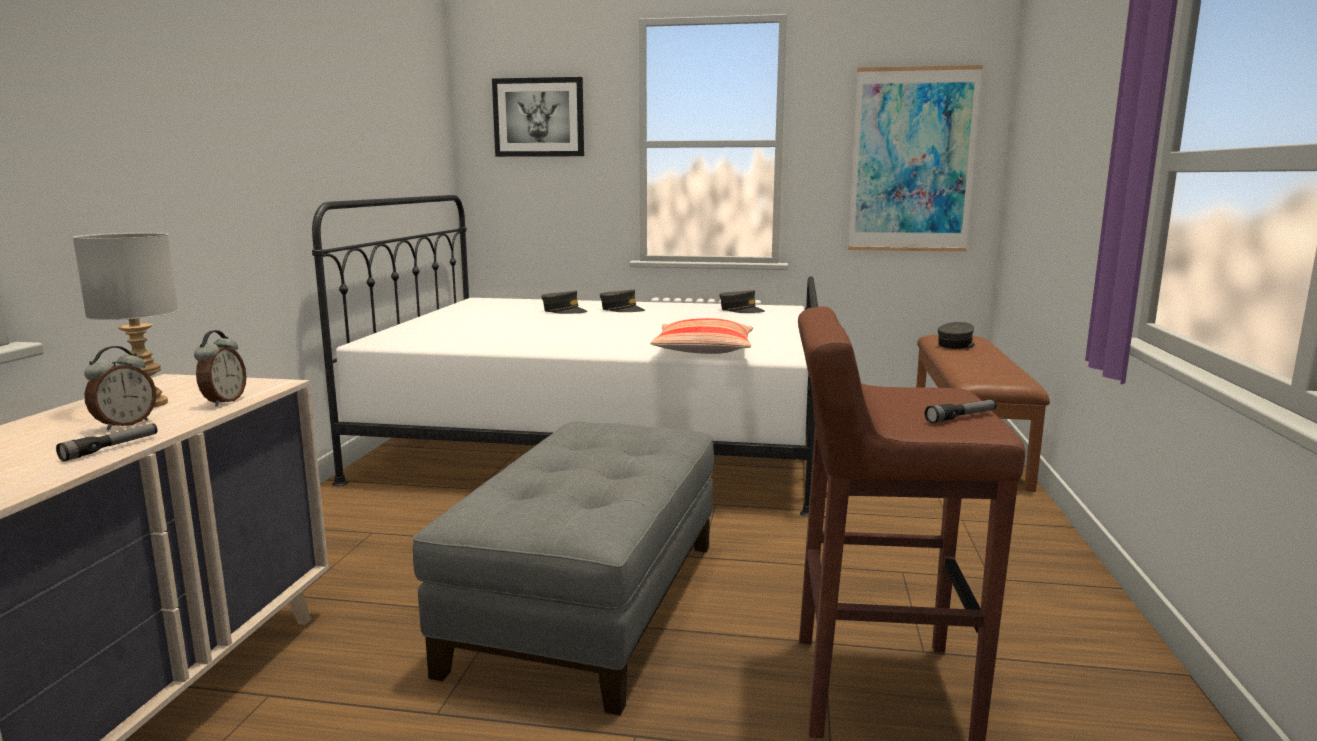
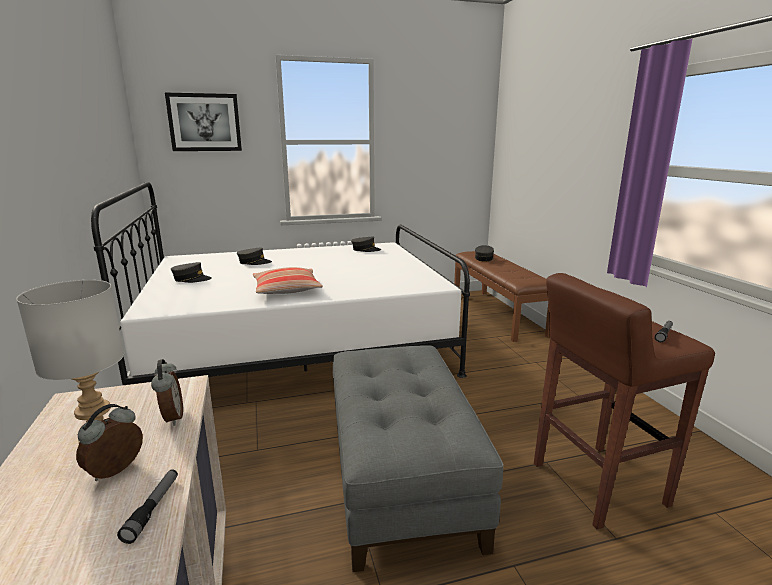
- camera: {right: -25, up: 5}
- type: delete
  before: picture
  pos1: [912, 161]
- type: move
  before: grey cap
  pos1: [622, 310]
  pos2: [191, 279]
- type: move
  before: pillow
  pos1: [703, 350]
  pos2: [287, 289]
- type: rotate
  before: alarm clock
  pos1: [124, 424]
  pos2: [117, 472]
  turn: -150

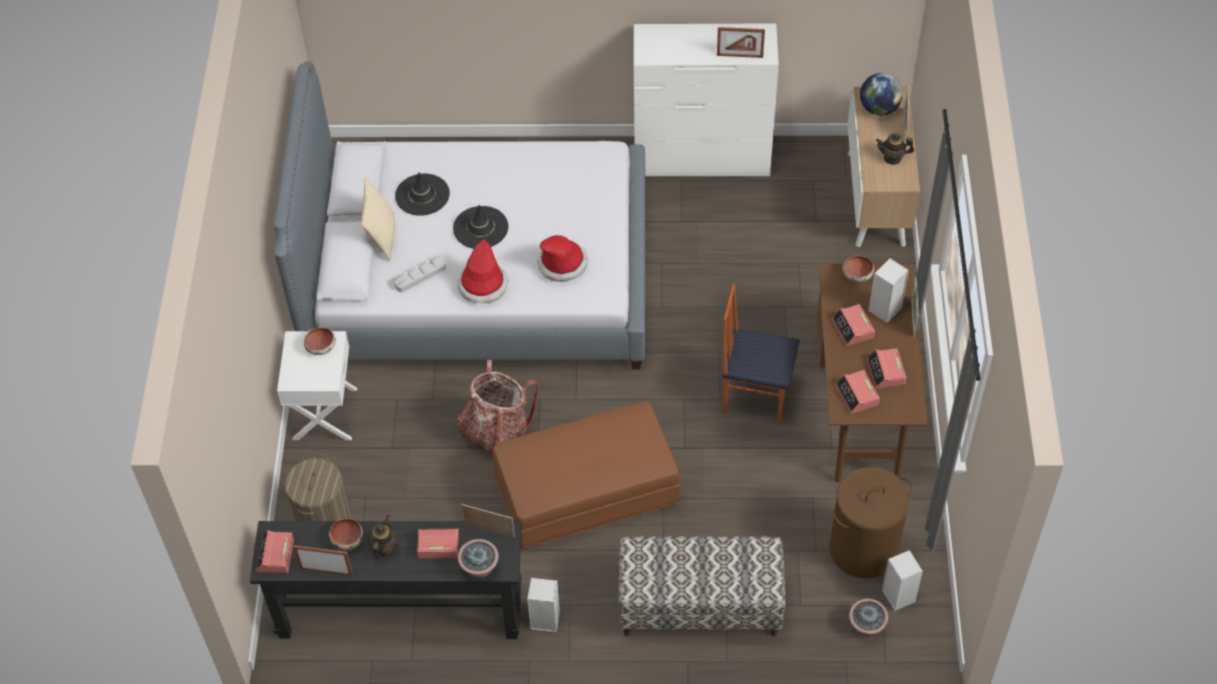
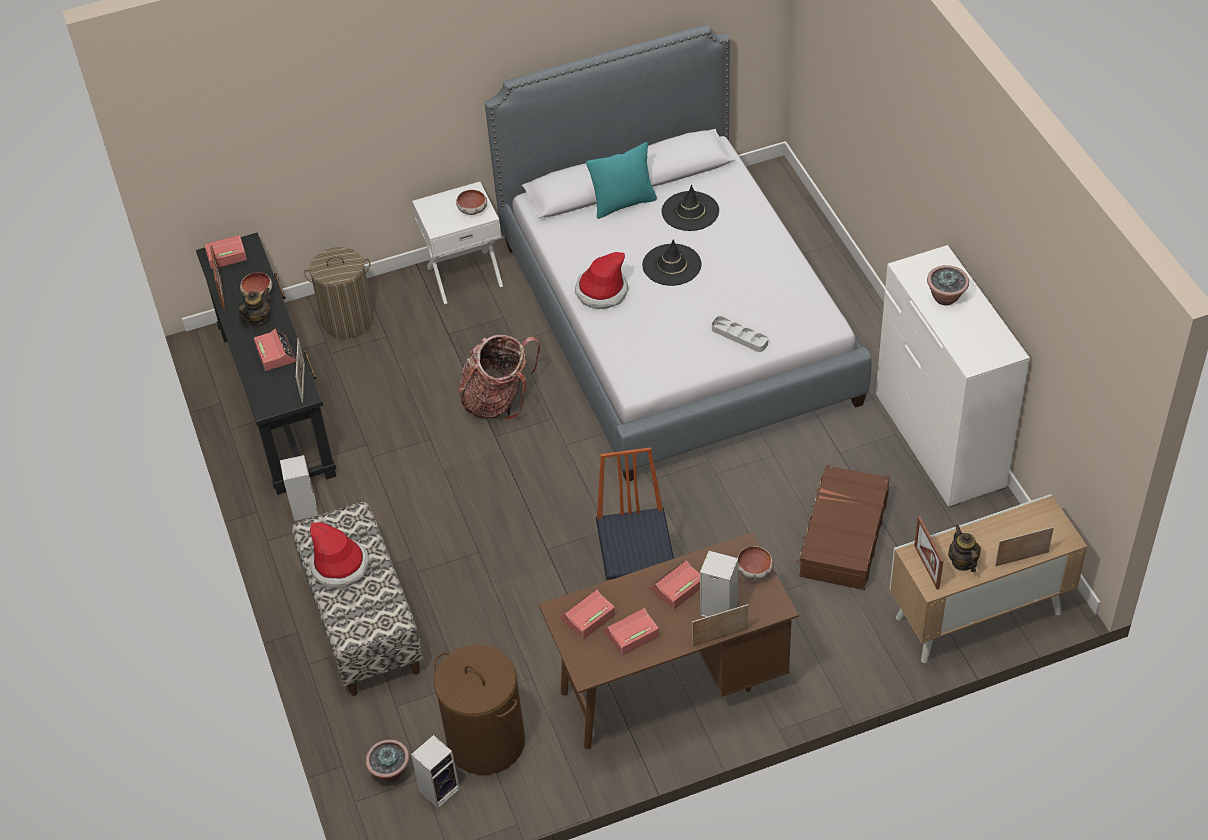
- camera: {right: 70, up: -5}
- type: delete
  before: brown ottoman
  pos1: [586, 492]
- type: delete
  before: globe
  pos1: [879, 108]
- type: insert
  after: brown suitcase
  pos2: [843, 536]
- type: move
  before: grey tray
  pos1: [420, 276]
  pos2: [739, 336]
- type: move
  before: potted plant
  pos1: [479, 568]
  pos2: [946, 297]
- type: move
  before: hat
  pos1: [562, 263]
  pos2: [340, 566]
- type: move
  before: picture frame
  pos1: [739, 56]
  pos2: [926, 567]
- type: recolor
  before: beige pillow
  after: turquoise pillow
  pos1: [382, 237]
  pos2: [623, 203]
- type: rotate
  before: teapot
  pos1: [384, 548]
  pos2: [258, 320]
  turn: -45

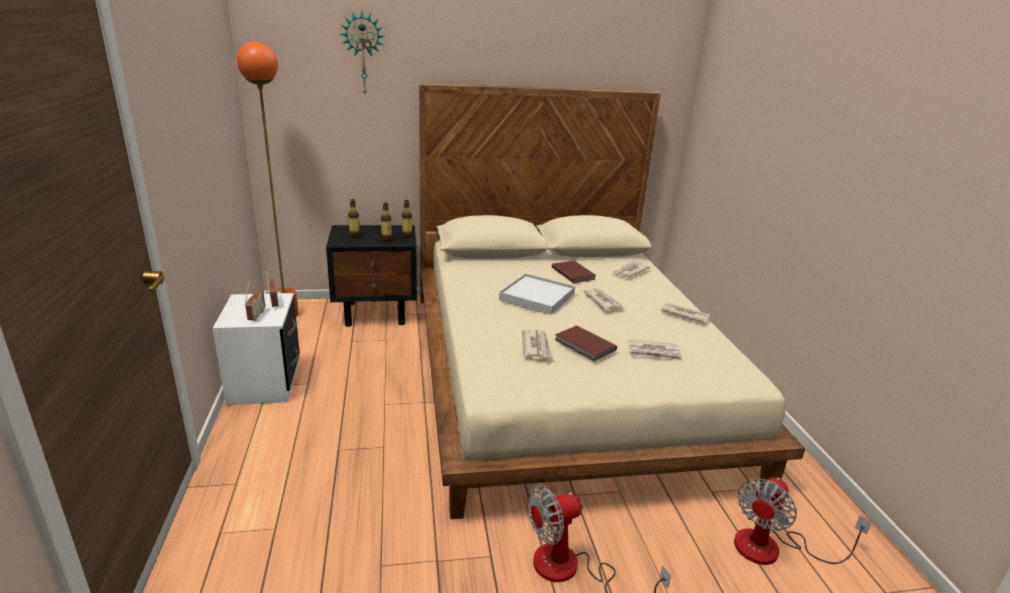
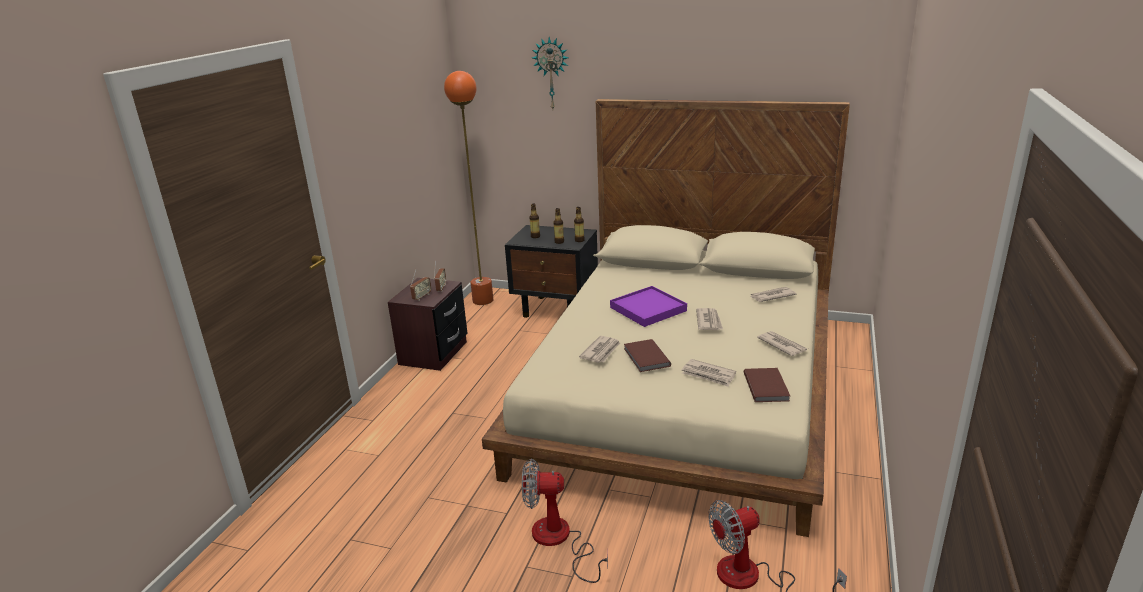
- camera: {right: 30, up: 0}
- type: move
  before: brown book
  pos1: [573, 273]
  pos2: [767, 386]
- type: recolor
  before: white nightstand
  after: brown nightstand
  pos1: [265, 383]
  pos2: [433, 353]
- type: recolor
  before: white tray
  after: purple tray
  pos1: [537, 297]
  pos2: [648, 309]

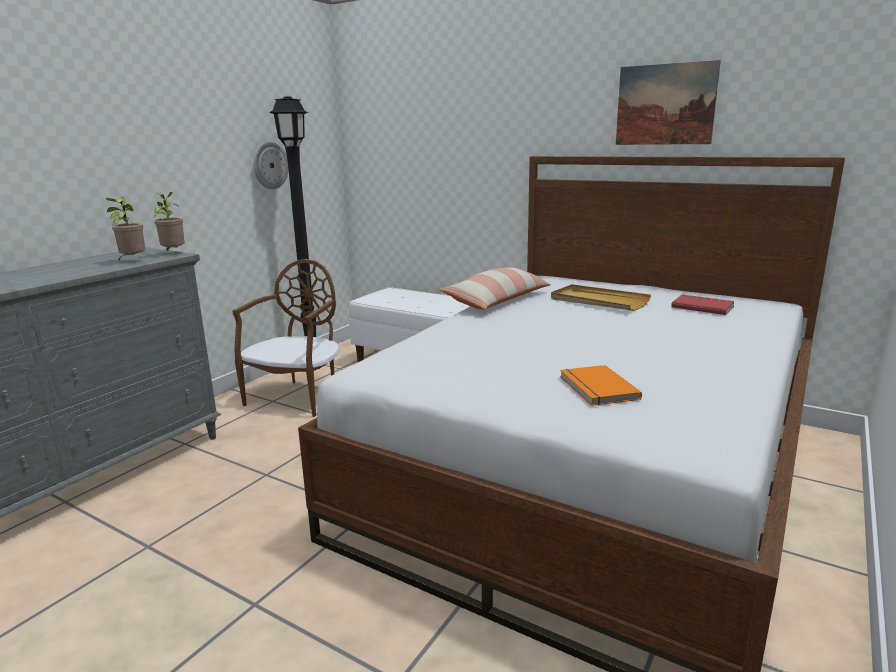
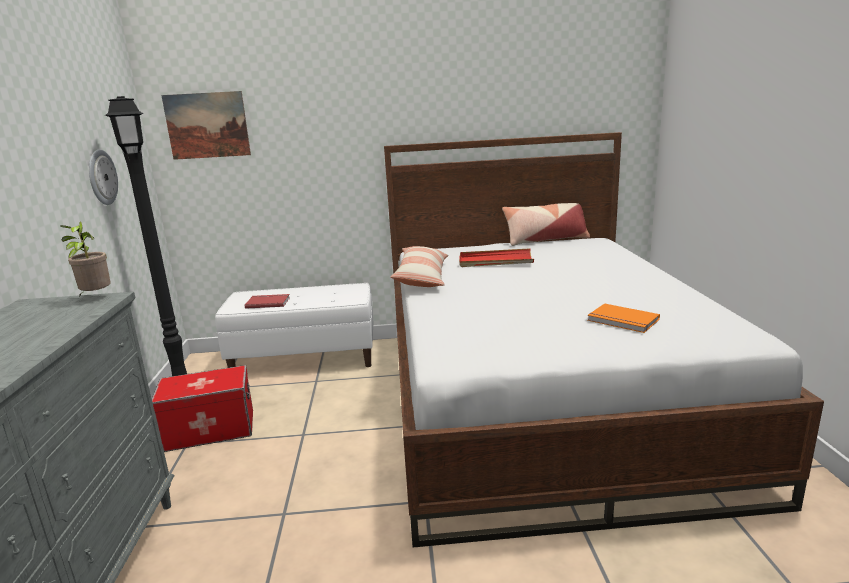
- camera: {right: -35, up: 0}
- type: delete
  before: potted plant
  pos1: [132, 261]
- type: insert
  after: pillow
  pos2: [546, 240]
- type: move
  before: picture
  pos1: [665, 104]
  pos2: [207, 125]
- type: move
  before: red book
  pos1: [702, 306]
  pos2: [268, 302]
- type: replace
  before: brown chair
  after: storage box
  pos1: [298, 397]
  pos2: [210, 430]
- type: recolor
  before: beige tray
  after: red tray
  pos1: [598, 301]
  pos2: [495, 261]

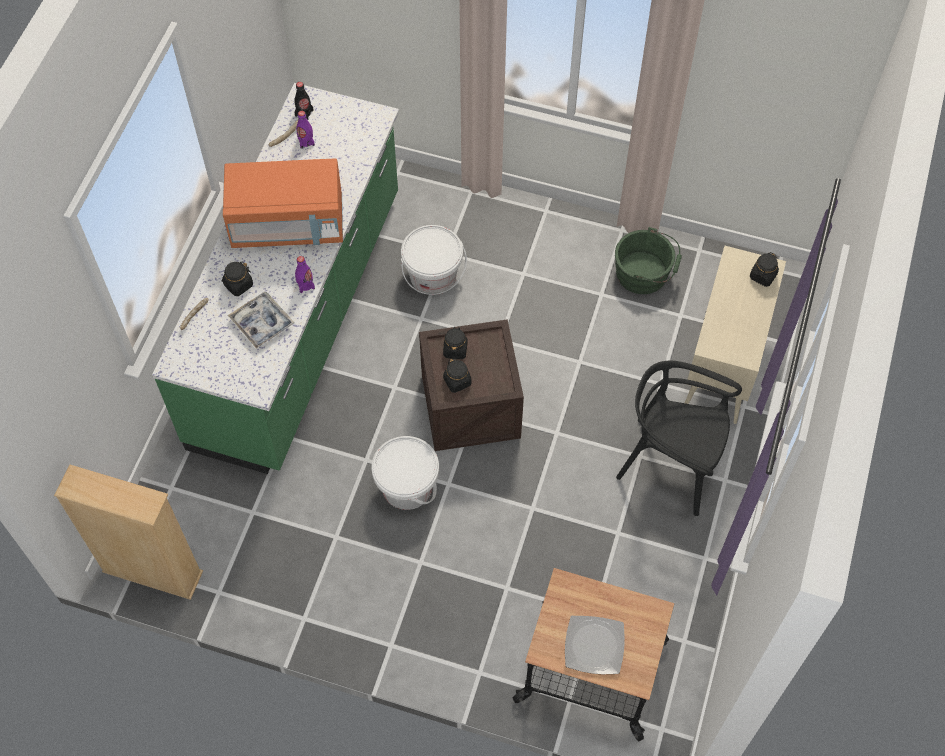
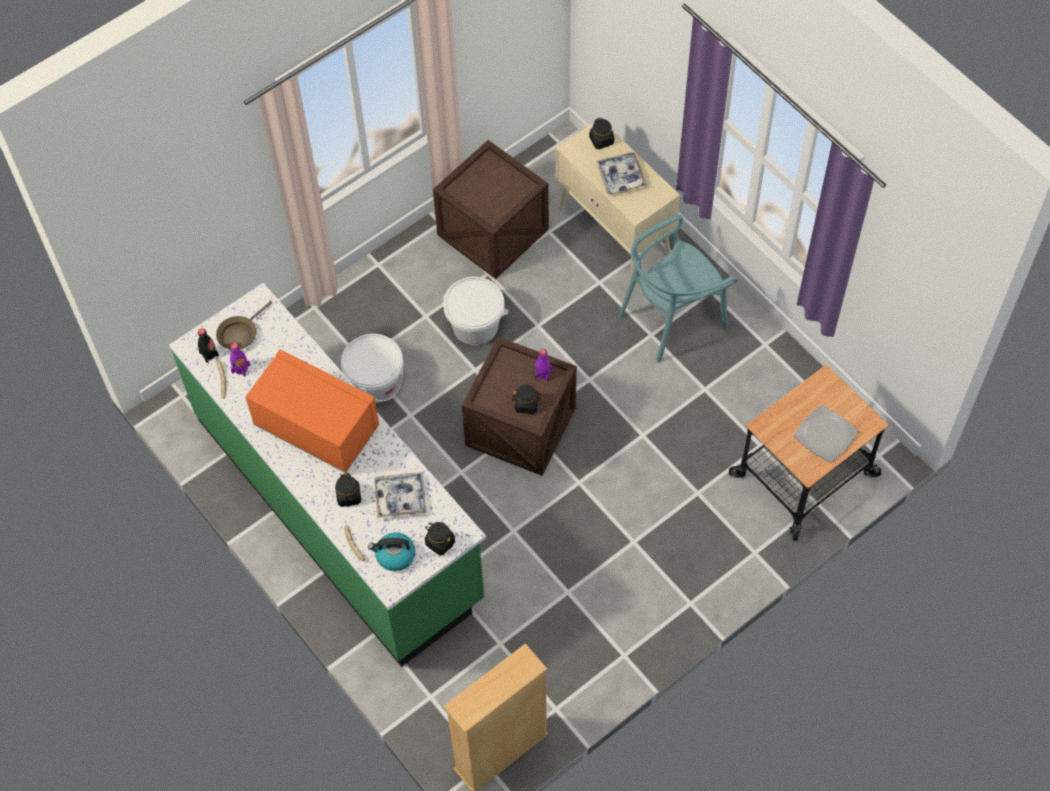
- camera: {right: -55, up: 0}
- type: insert
  after: brown frying pan
  pos2: [240, 334]
- type: insert
  after: kettle
  pos2: [394, 555]
- type: insert
  after: tray
  pos2: [621, 177]
- type: move
  before: purple bottle
  pos1: [305, 285]
  pos2: [543, 373]
- type: move
  before: white bucket
  pos1: [407, 486]
  pos2: [475, 325]
- type: move
  before: black jar
  pos1: [455, 349]
  pos2: [440, 542]
- type: replace
  before: green bucket
  after: crate
  pos1: [645, 273]
  pos2: [493, 232]
- type: recolor
  before: black chair
  after: turquoise chair
  pos1: [671, 463]
  pos2: [672, 318]
- type: rotate
  before: orange microwave
  pos1: [288, 224]
  pos2: [316, 427]
  turn: -90

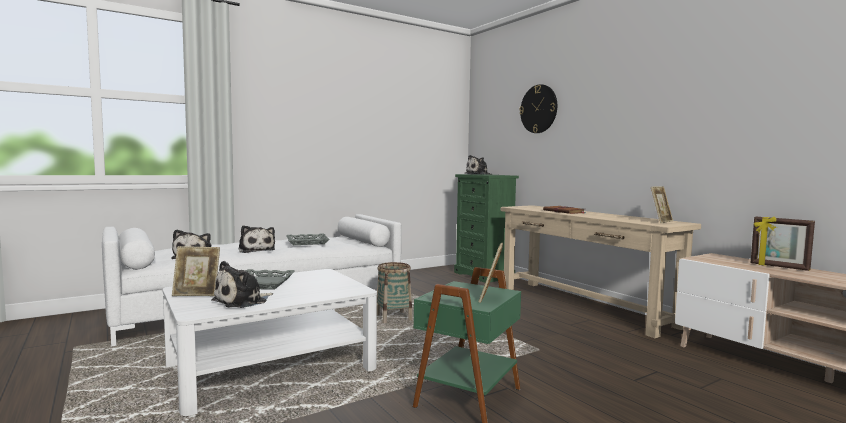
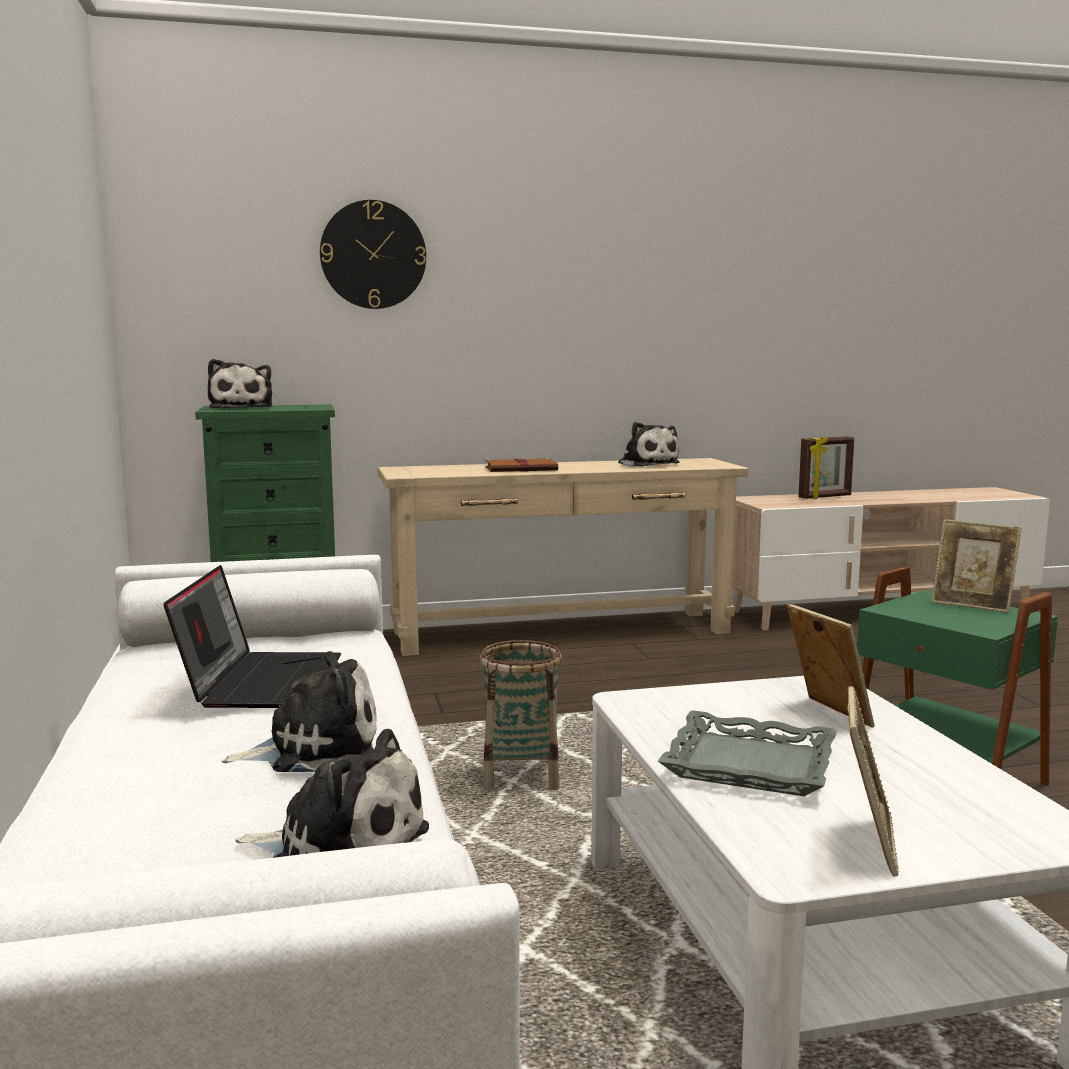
- camera: {right: -70, up: 5}
- type: move
  before: plush toy
  pos1: [243, 301]
  pos2: [647, 464]
- type: move
  before: picture frame
  pos1: [661, 221]
  pos2: [826, 714]
- type: replace
  before: grey tray
  after: laptop
  pos1: [307, 242]
  pos2: [261, 681]

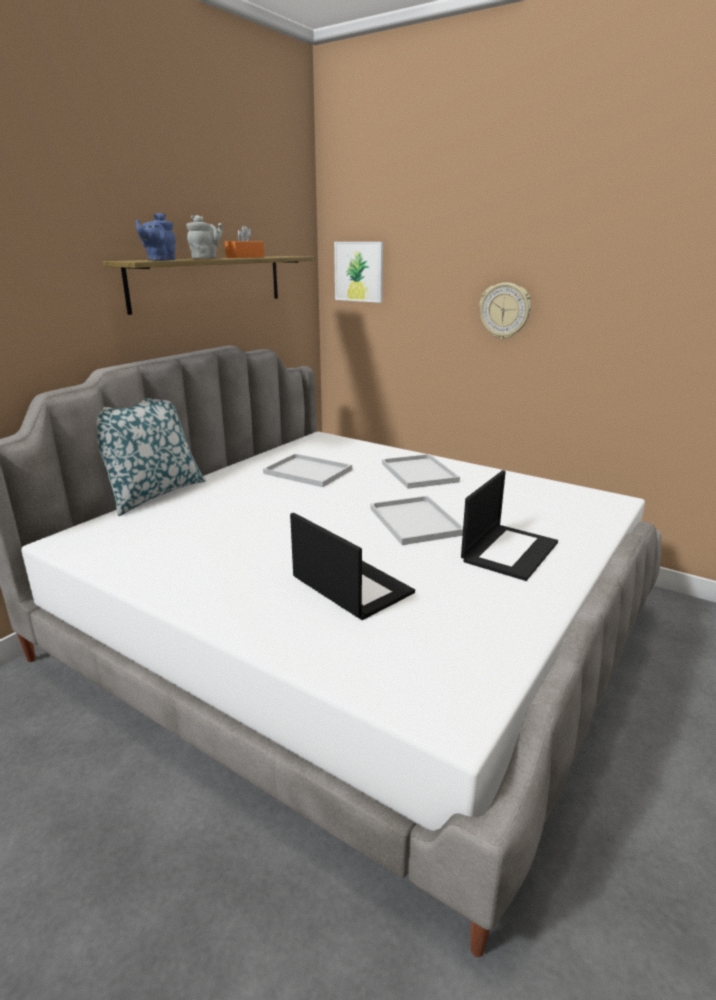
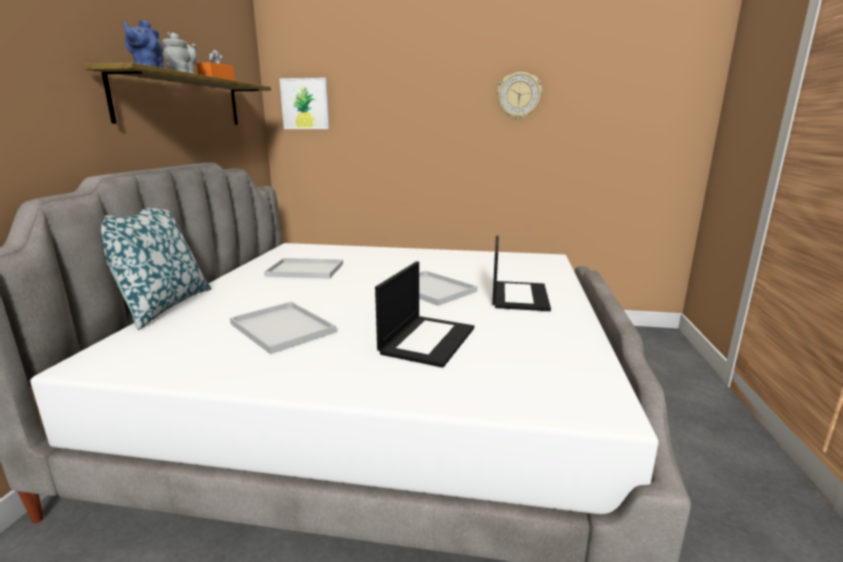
- camera: {right: -25, up: -5}
- type: move
  before: white tray
  pos1: [420, 473]
  pos2: [284, 328]
- type: move
  before: wall clock
  pos1: [505, 311]
  pos2: [519, 96]
- type: rotate
  before: laptop
  pos1: [350, 585]
  pos2: [427, 340]
  turn: 90

